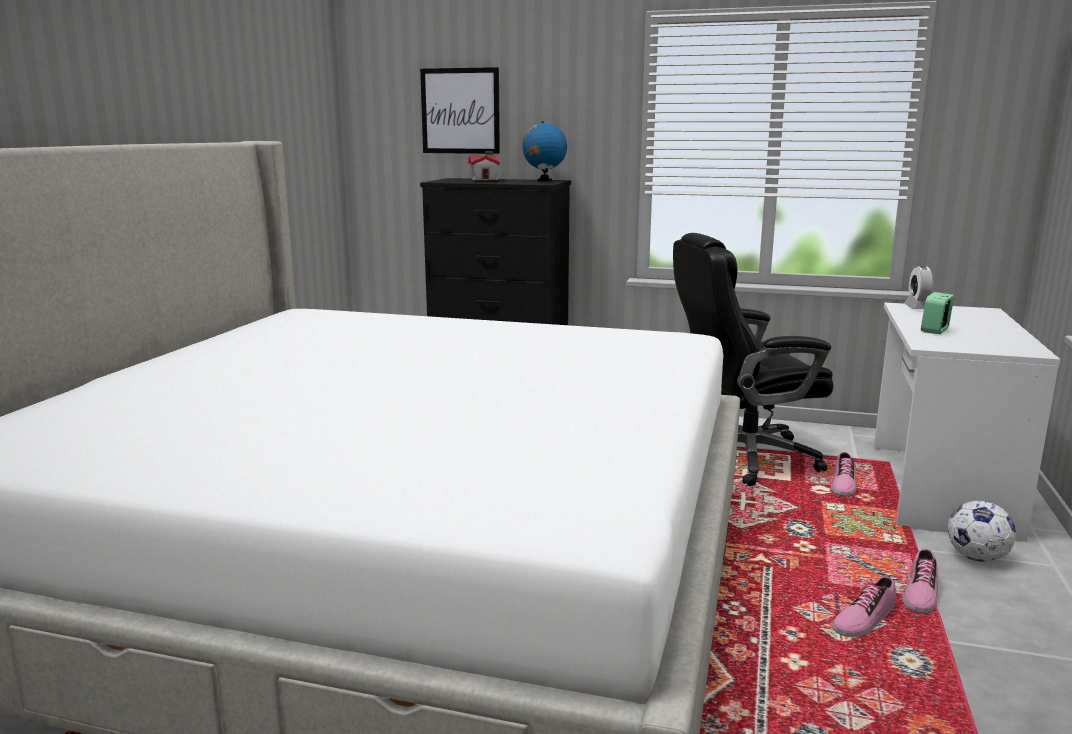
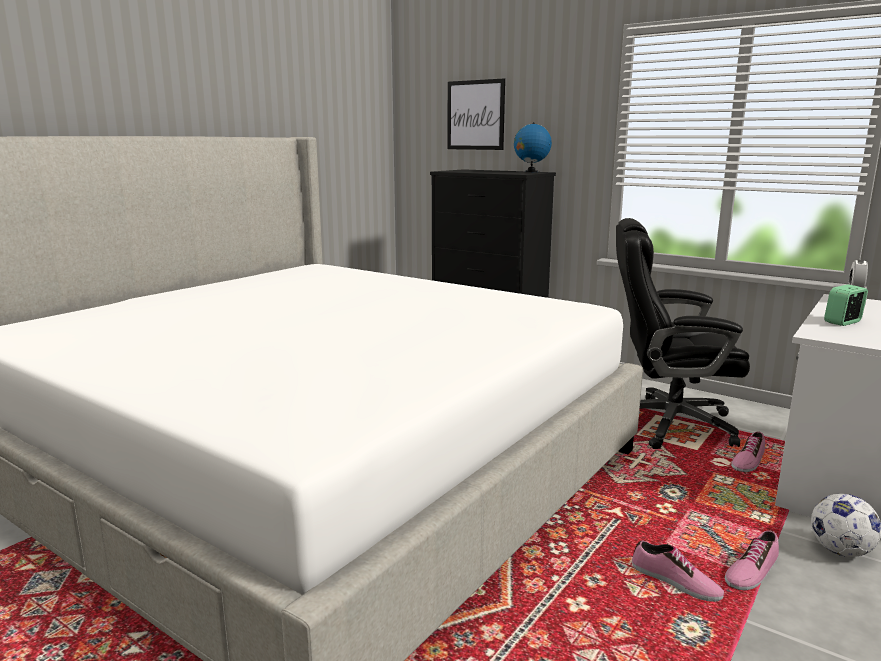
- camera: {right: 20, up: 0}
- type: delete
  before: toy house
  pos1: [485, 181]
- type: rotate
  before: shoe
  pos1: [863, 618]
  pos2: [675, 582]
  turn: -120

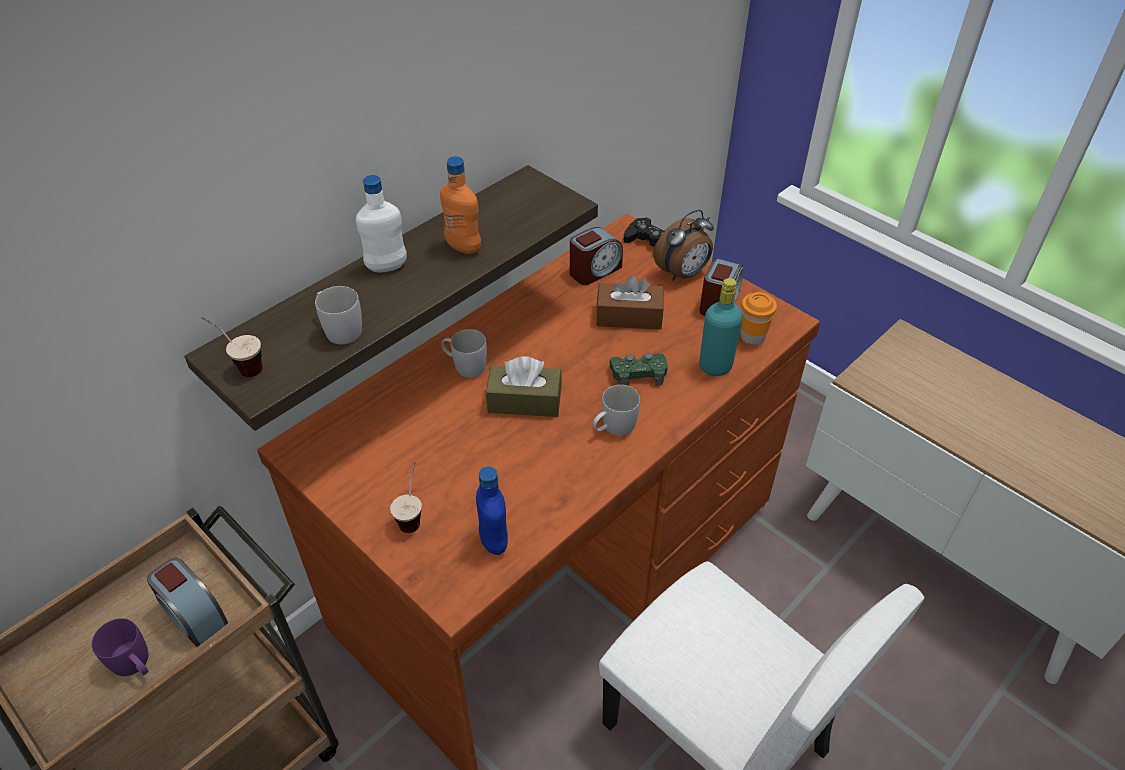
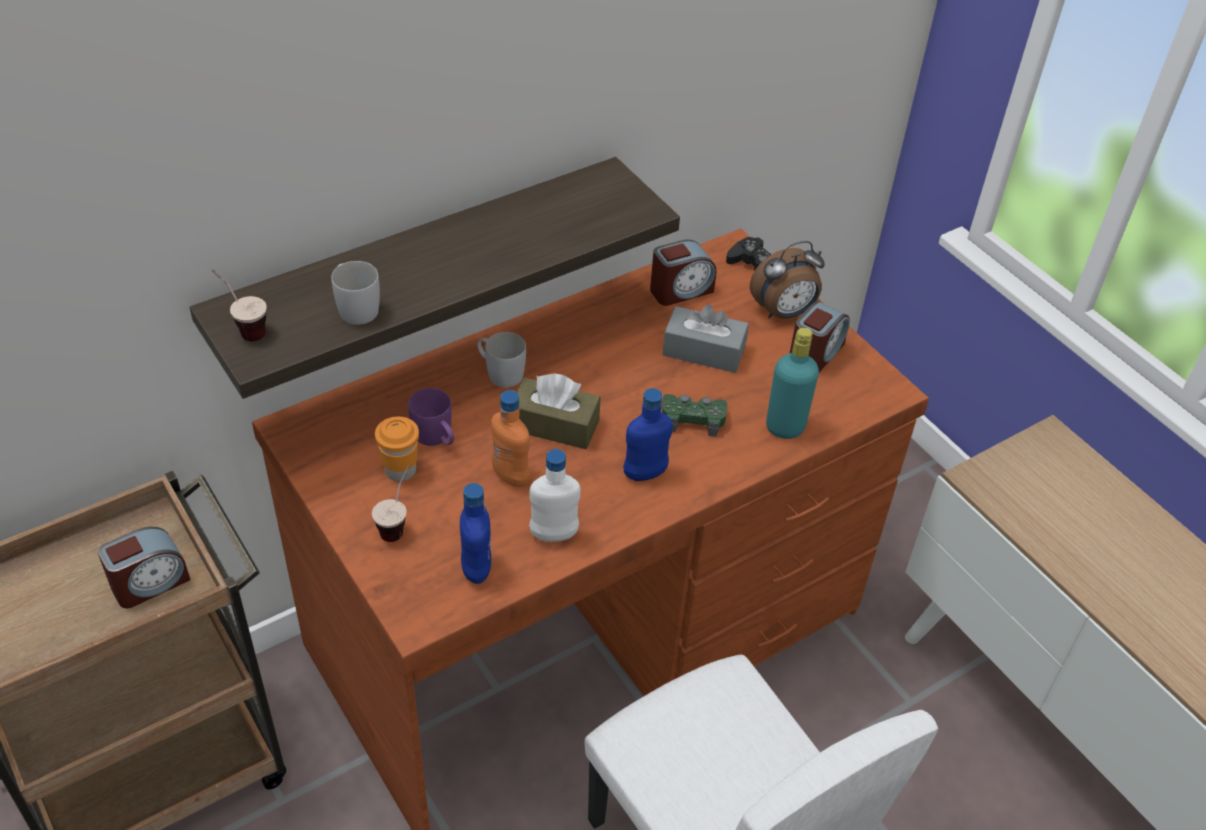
- camera: {right: 10, up: 0}
- type: move
  before: purple mug
  pos1: [135, 665]
  pos2: [436, 438]
- type: move
  before: white bottle
  pos1: [387, 267]
  pos2: [554, 535]
- type: move
  before: orange bottle
  pos1: [463, 247]
  pos2: [511, 476]
- type: move
  before: orange cup
  pos1: [752, 337]
  pos2: [400, 470]
- type: replace
  before: white mug
  after: blue bottle
  pos1: [613, 428]
  pos2: [645, 473]
- type: recolor
  before: brown tissue box
  after: grey tissue box
  pos1: [629, 316]
  pos2: [703, 351]
- type: rotate
  before: alarm clock
  pos1: [194, 615]
  pos2: [150, 583]
  turn: -90

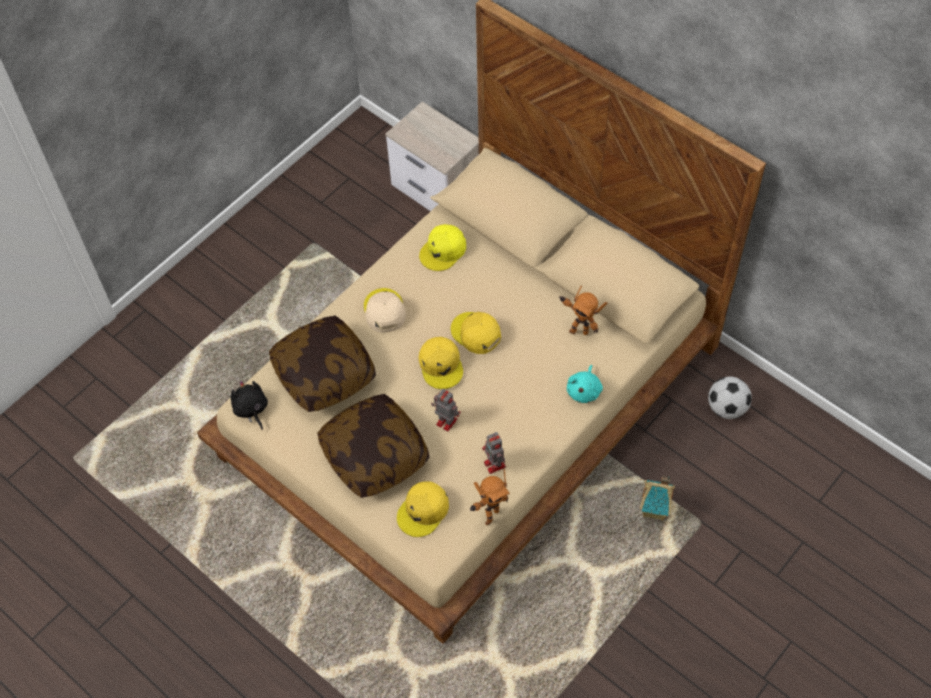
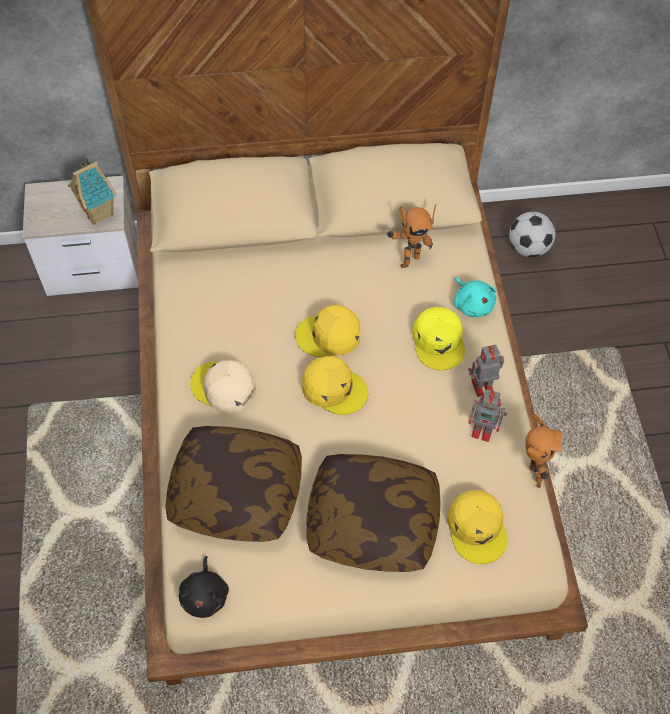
- camera: {right: -50, up: 0}
- type: move
  before: yellow cap
  pos1: [443, 251]
  pos2: [438, 341]
- type: move
  before: toy robot
  pos1: [445, 421]
  pos2: [481, 386]
- type: move
  before: toy house
  pos1: [655, 511]
  pos2: [99, 213]
- type: rotate
  before: black plush toy
  pos1: [251, 409]
  pos2: [205, 595]
  turn: -105

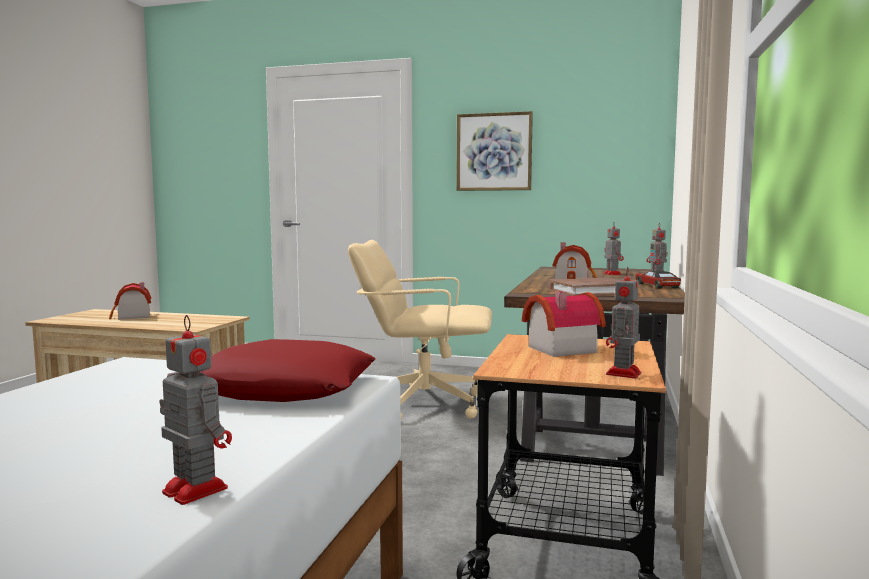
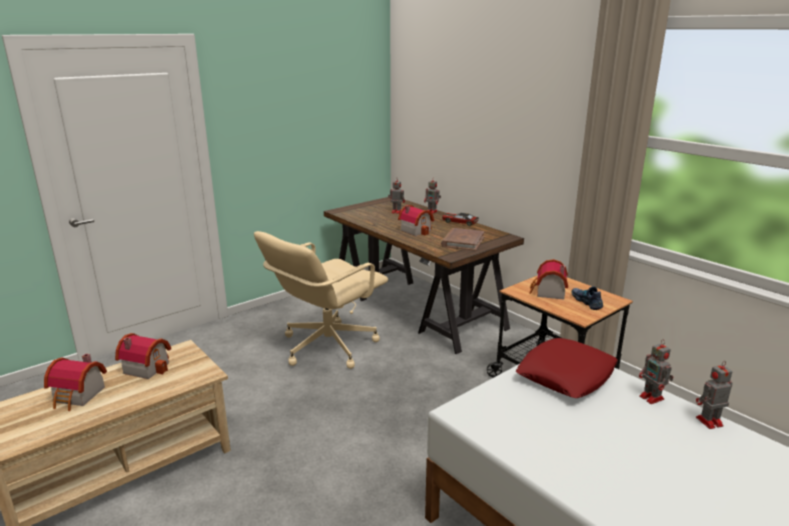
- camera: {right: -55, up: 15}
- type: delete
  before: picture
  pos1: [494, 152]
- type: insert
  after: toy house
  pos2: [147, 366]
- type: insert
  after: shoe
  pos2: [586, 301]
- type: move
  before: toy robot
  pos1: [623, 374]
  pos2: [652, 398]

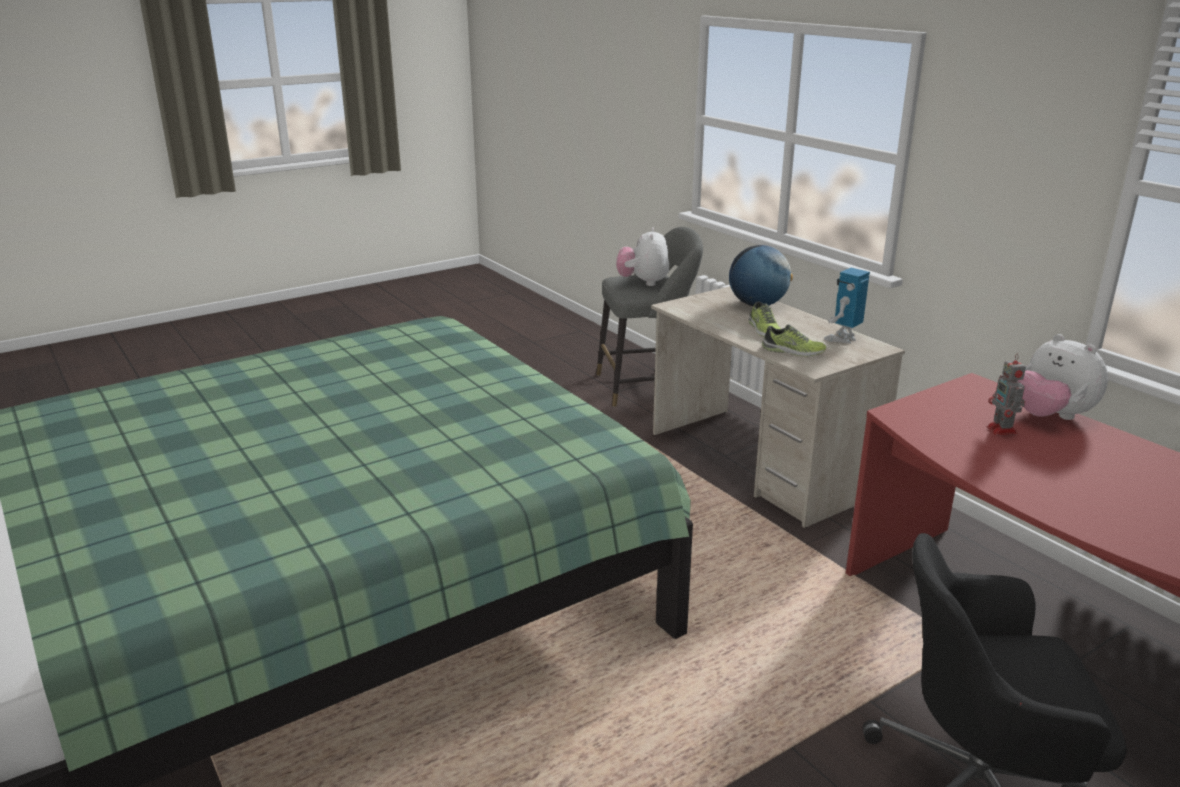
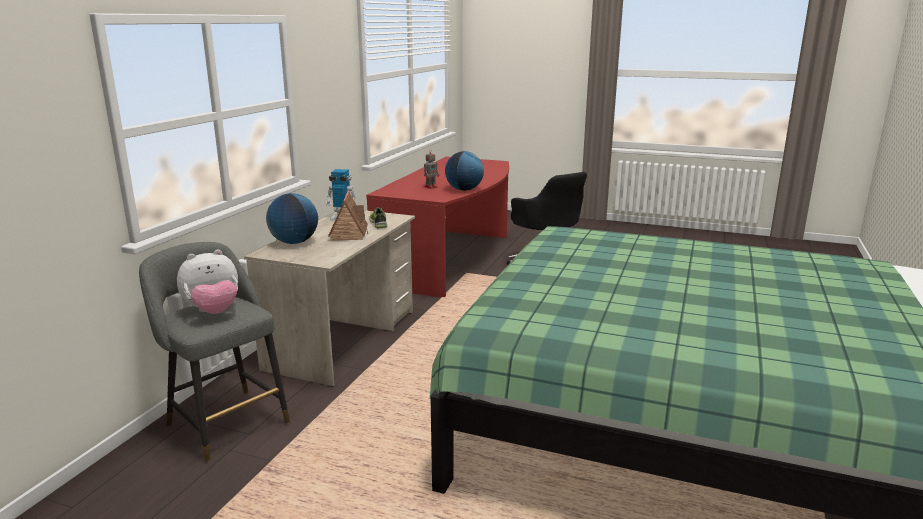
- camera: {right: -125, up: -5}
- type: delete
  before: plush toy
  pos1: [1051, 416]
- type: insert
  after: globe
  pos2: [464, 190]
- type: replace
  before: shoe
  after: toy house
  pos1: [764, 330]
  pos2: [349, 233]

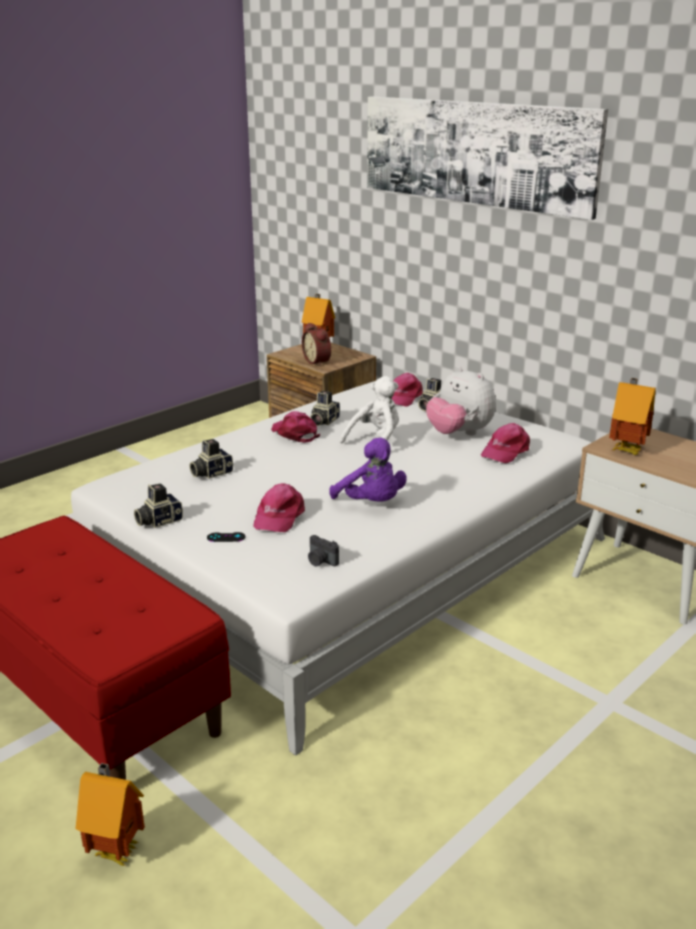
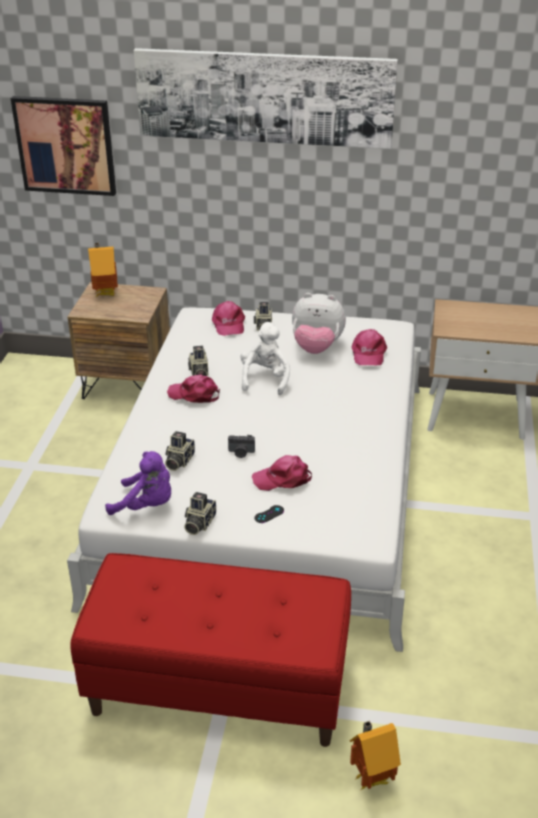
- camera: {right: -35, up: 10}
- type: delete
  before: alarm clock
  pos1: [318, 362]
- type: delete
  before: toy house
  pos1: [627, 450]
- type: insert
  after: picture
  pos2: [65, 145]
- type: move
  before: photo camera
  pos1: [320, 561]
  pos2: [241, 453]
- type: move
  before: purple plush toy
  pos1: [371, 503]
  pos2: [146, 505]
- type: rotate
  before: pink cap
  pos1: [278, 516]
  pos2: [283, 479]
  turn: 105

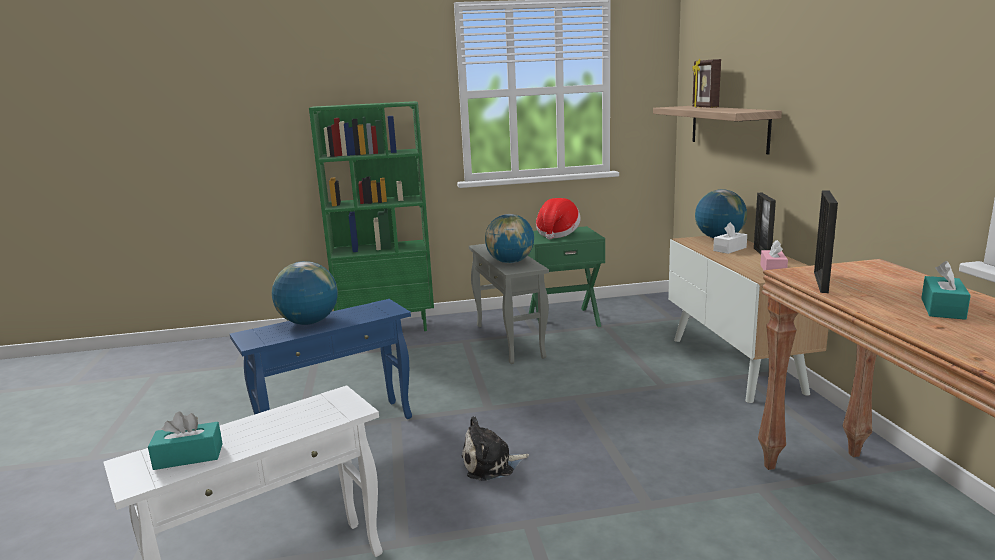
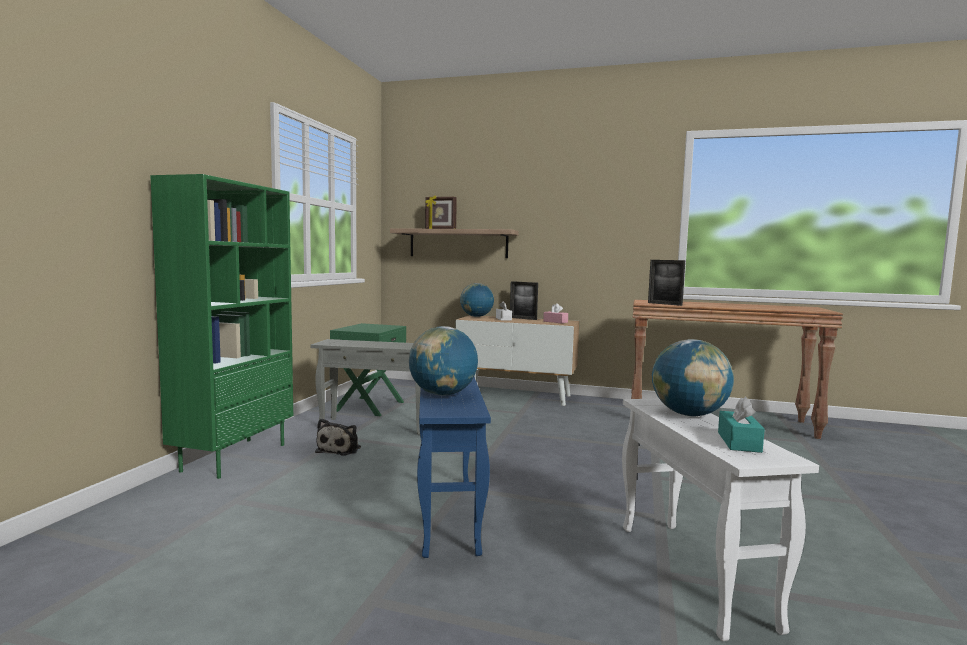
- camera: {right: -65, up: -10}
- type: delete
  before: hat
  pos1: [557, 234]
- type: delete
  before: turquoise tissue box
  pos1: [942, 308]
- type: move
  before: plush toy
  pos1: [491, 464]
  pos2: [340, 449]
- type: move
  before: globe
  pos1: [510, 262]
  pos2: [689, 414]

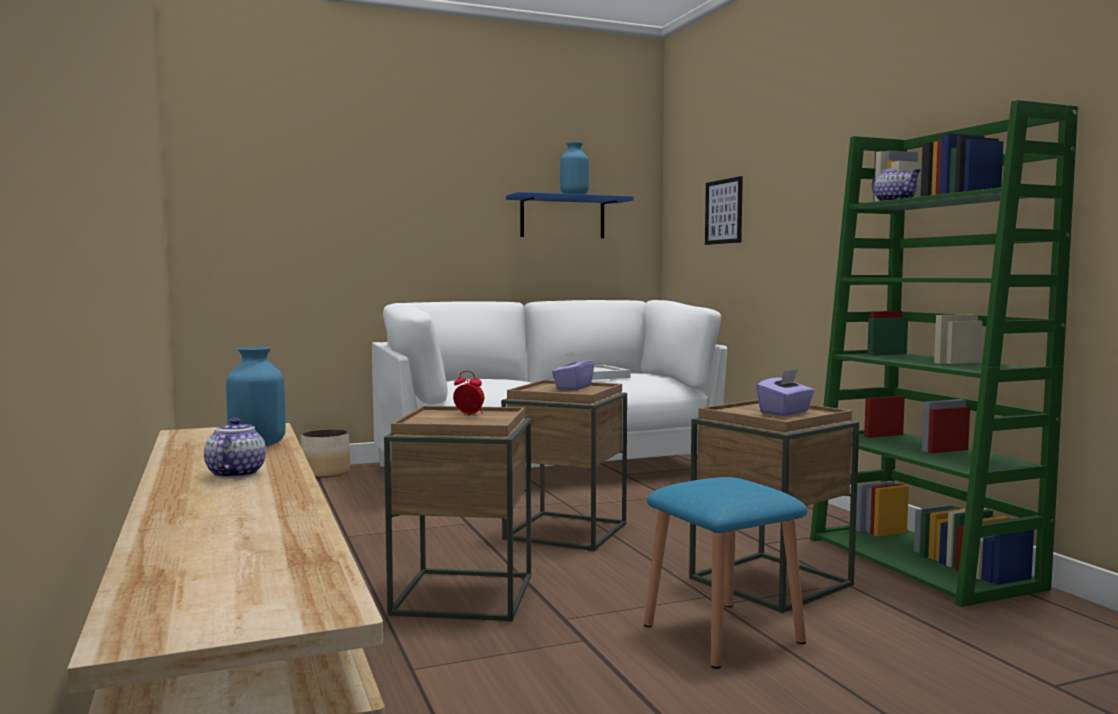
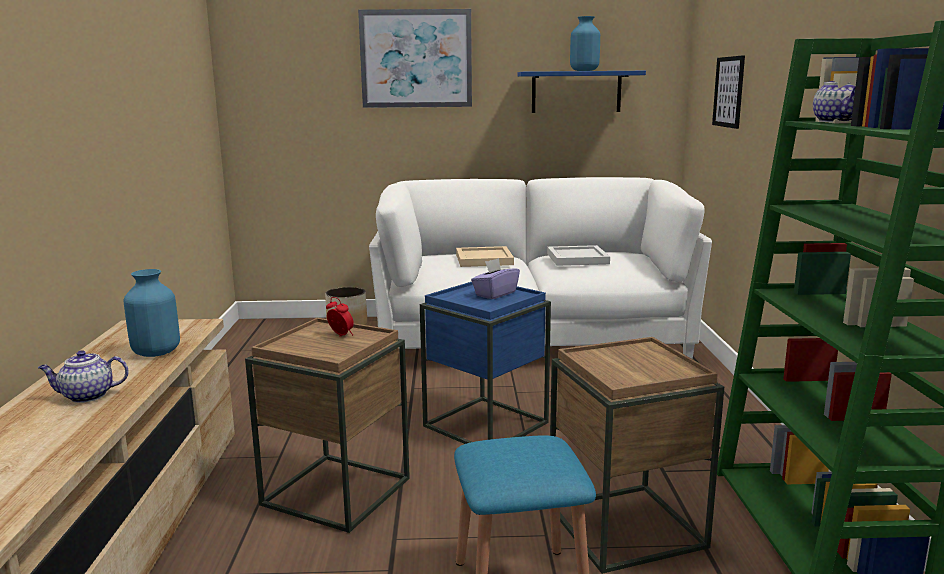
- camera: {right: 20, up: 10}
- type: delete
  before: purple tissue box
  pos1: [785, 413]
- type: insert
  after: picture
  pos2: [416, 59]
- type: insert
  after: beige tray
  pos2: [485, 260]
- type: recolor
  before: brown side table
  after: blue side table
  pos1: [565, 531]
  pos2: [485, 424]
- type: rotate
  before: teapot
  pos1: [235, 473]
  pos2: [86, 396]
  turn: -120

